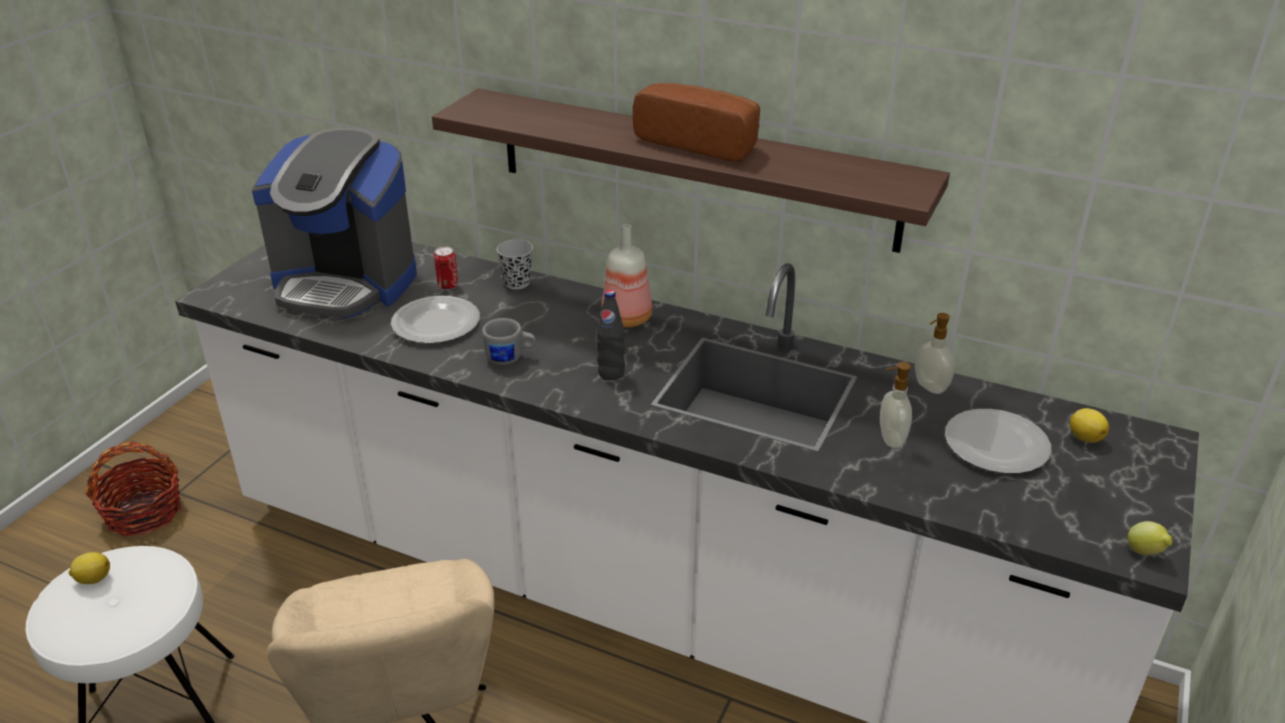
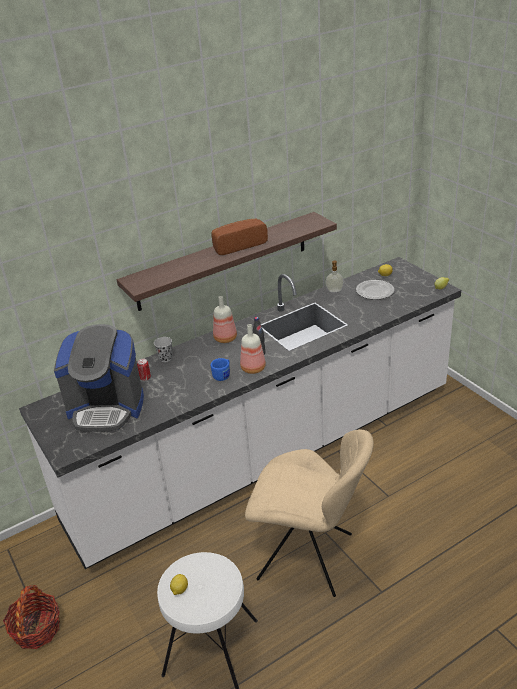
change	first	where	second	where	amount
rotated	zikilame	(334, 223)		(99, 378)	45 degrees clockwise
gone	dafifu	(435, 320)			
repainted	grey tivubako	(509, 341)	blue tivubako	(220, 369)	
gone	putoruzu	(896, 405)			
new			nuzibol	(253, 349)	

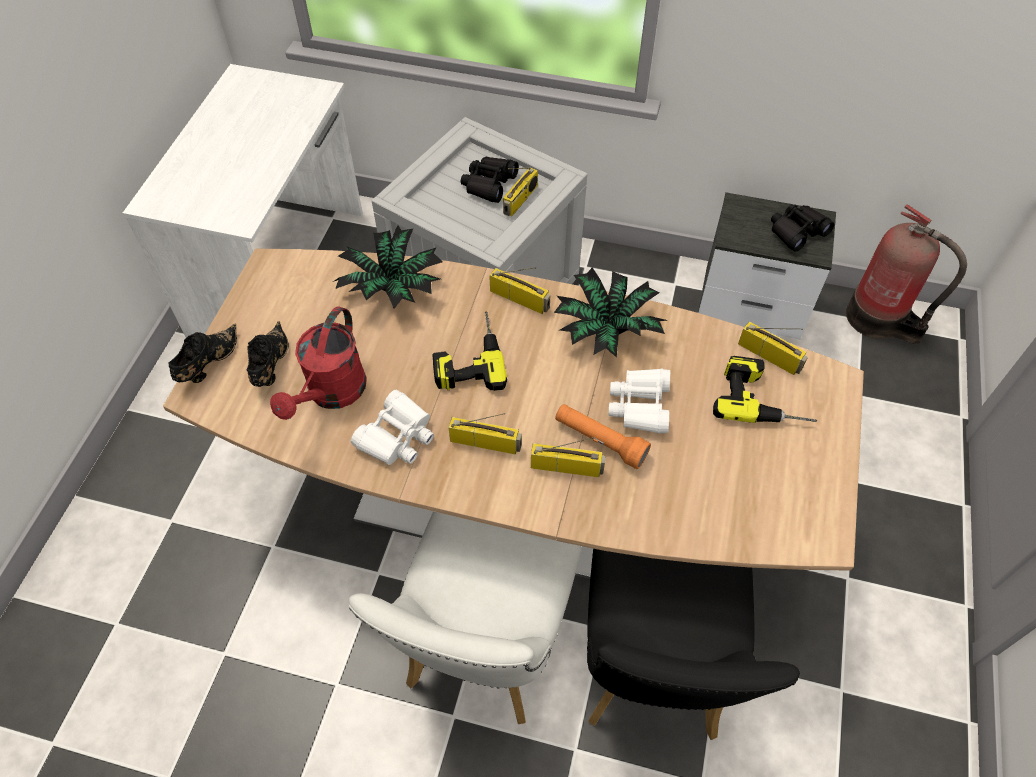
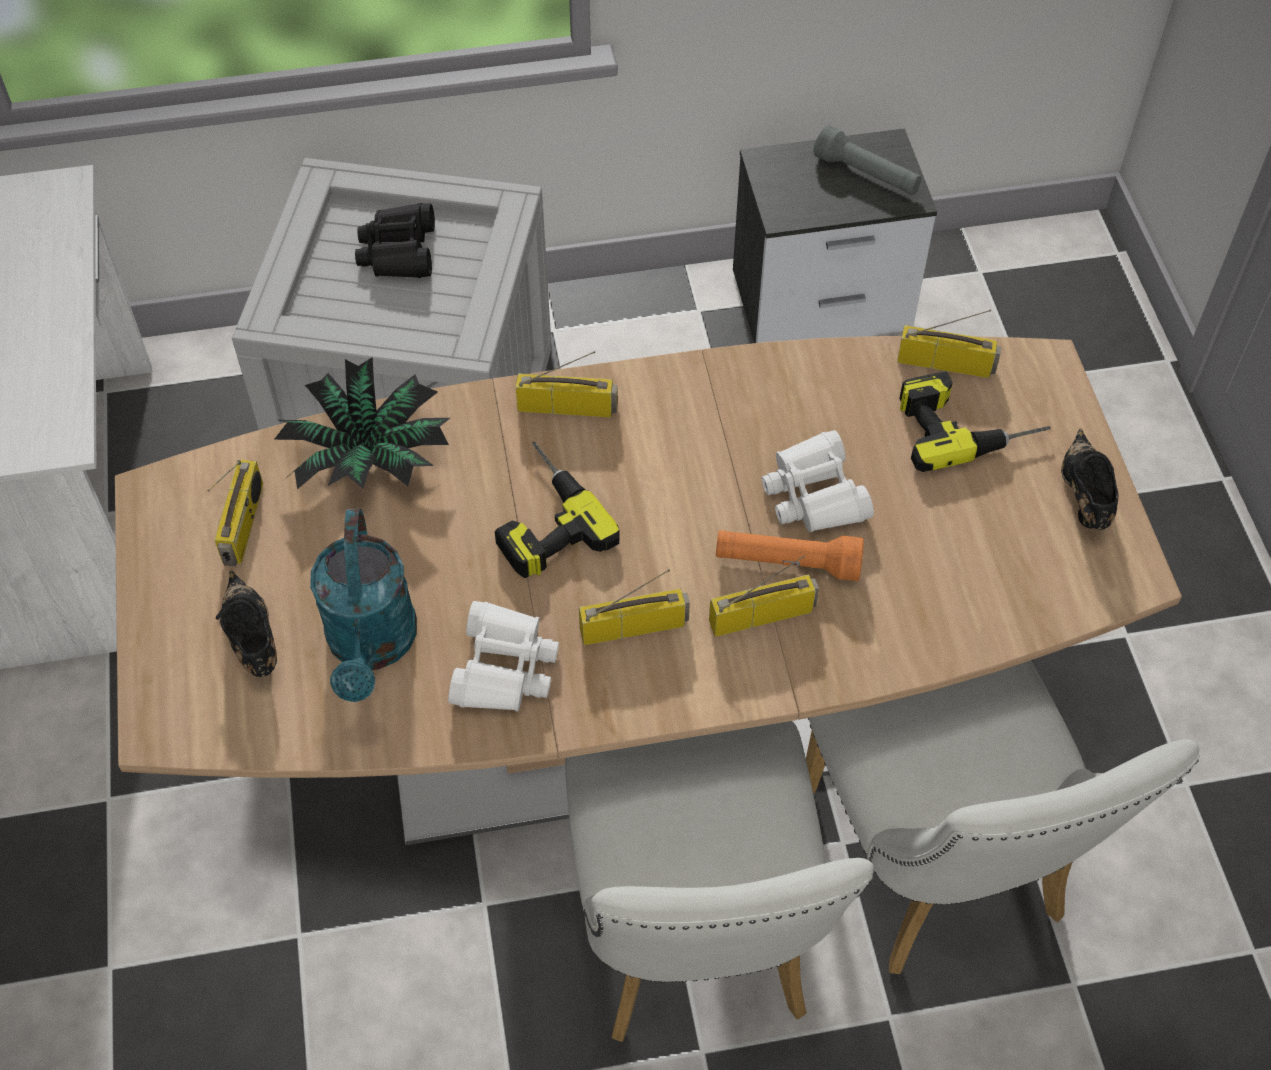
change	first	where	second	where	amount
shifted	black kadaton	(202, 353)		(1090, 479)	
repainted	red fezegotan	(318, 363)	turquoise fezegotan	(363, 605)	
shifted	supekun	(520, 191)		(235, 513)	
gone	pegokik	(611, 312)			
repainted	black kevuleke	(693, 644)	white kevuleke	(1002, 817)	
swapped	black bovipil	(803, 228)	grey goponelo	(868, 160)	
gone	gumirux	(906, 274)			

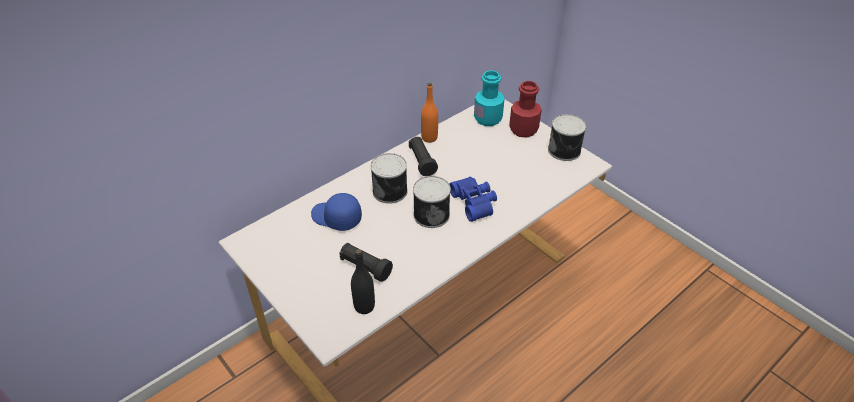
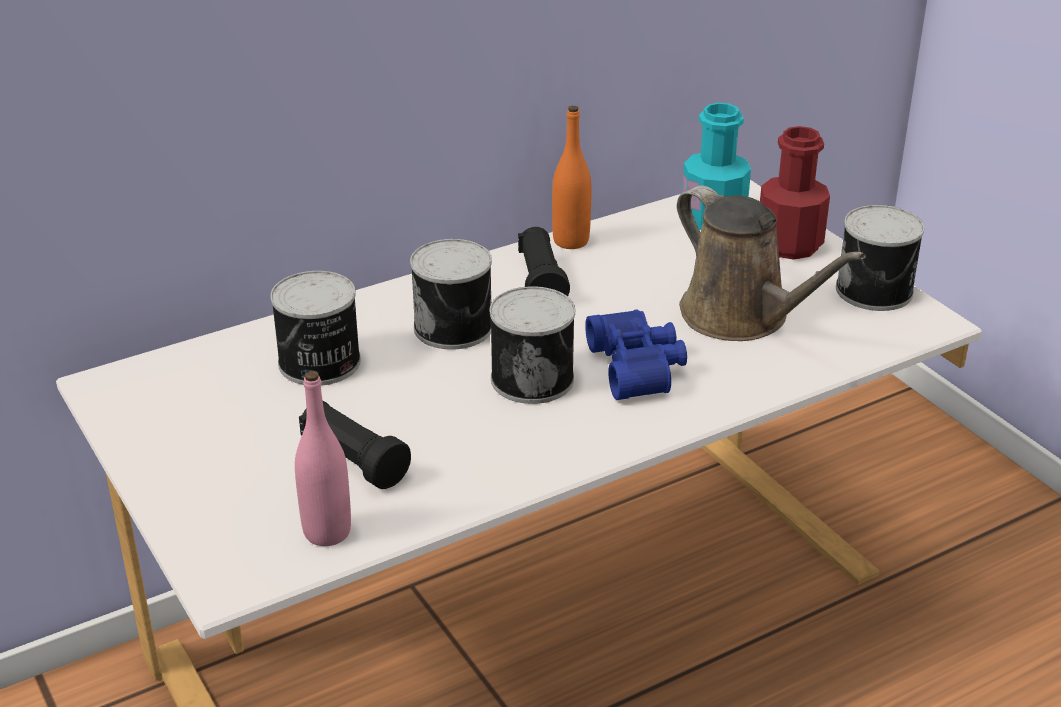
change	first	where	second	where	amount
swapped	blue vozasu	(336, 212)	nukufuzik	(315, 328)	
repainted	black nuzibol	(363, 281)	pink nuzibol	(323, 458)	
new			brown fezegotan	(771, 263)	

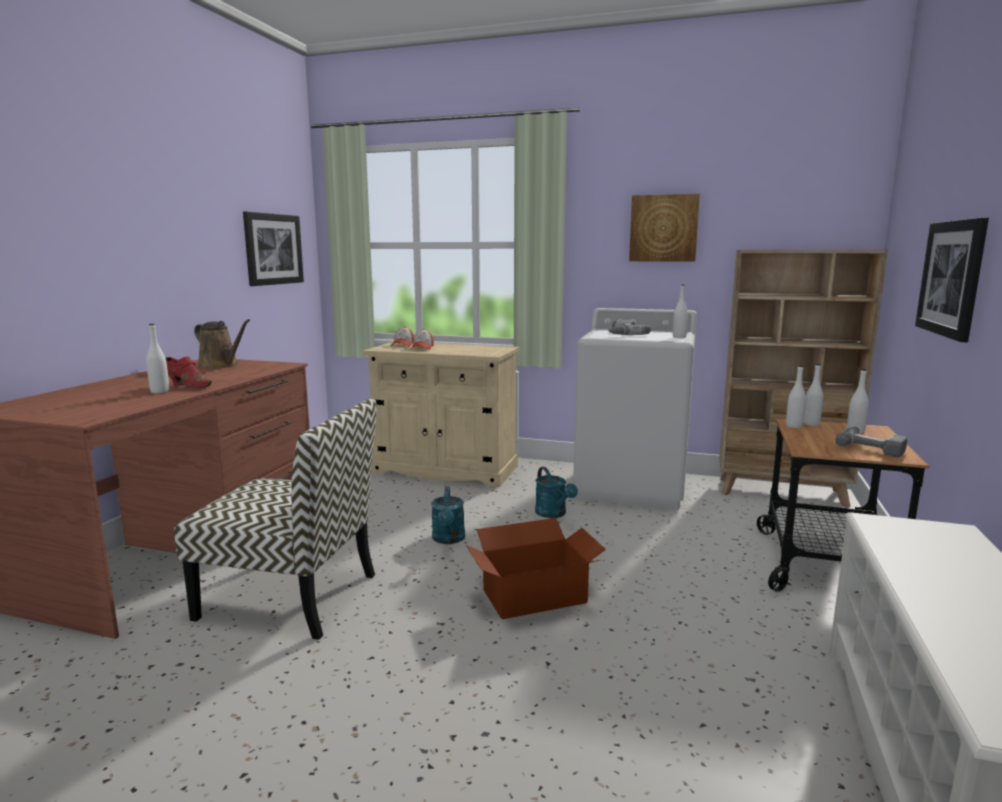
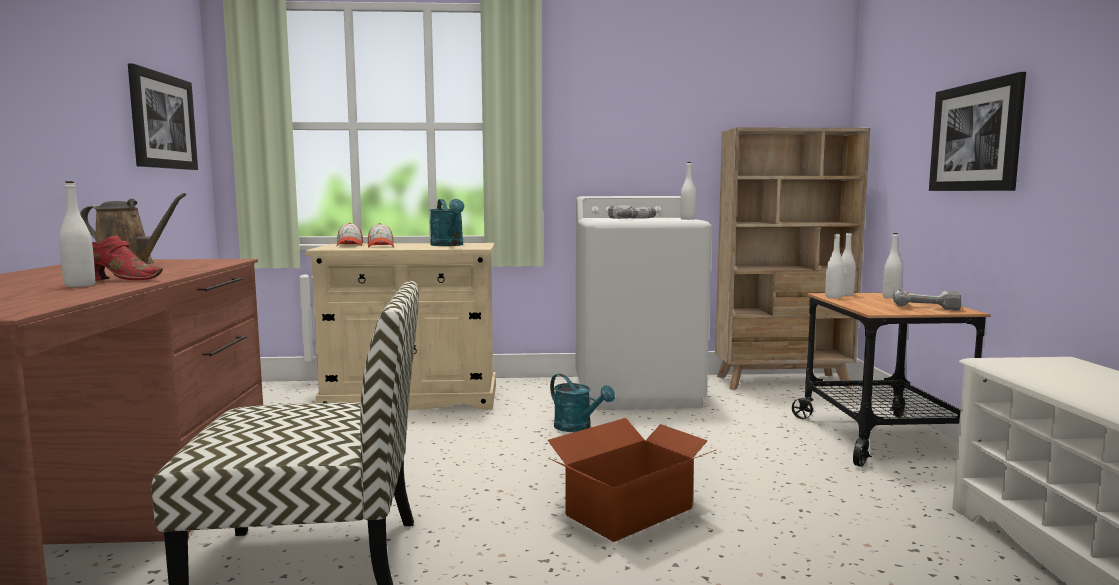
change	first	where	second	where	amount
shifted	turquoise fezegotan	(448, 515)		(447, 222)	
gone	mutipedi	(664, 228)			

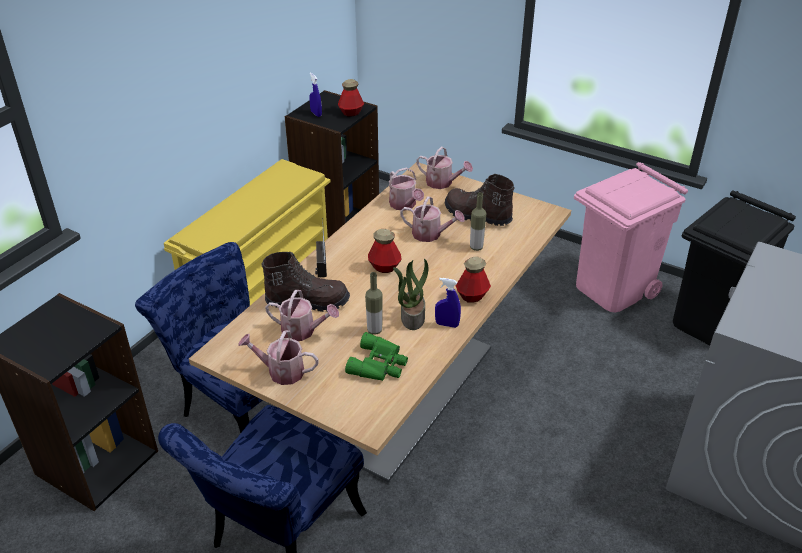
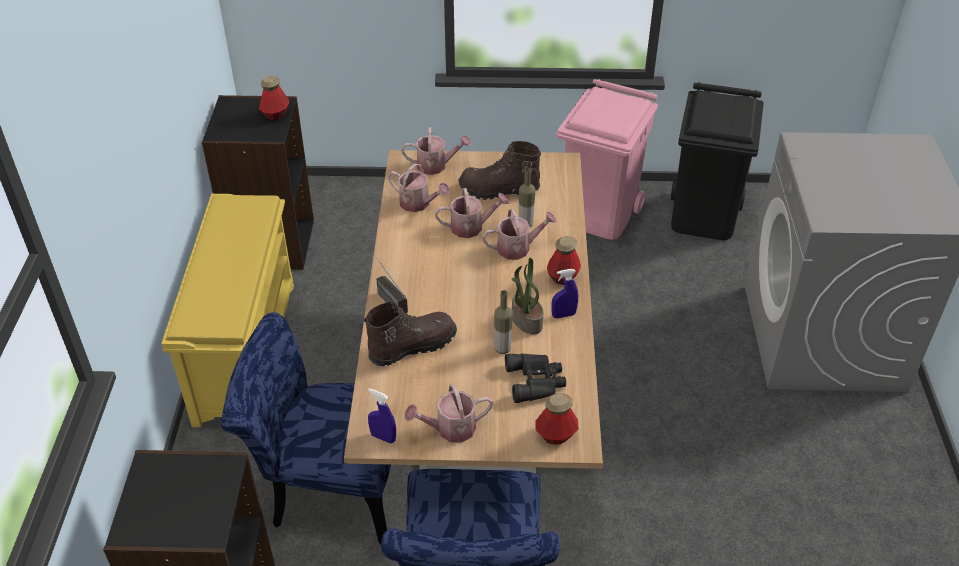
change	first	where	second	where	amount
shifted	fezegotan	(302, 315)		(519, 234)	
shifted	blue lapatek	(315, 94)		(382, 415)	
repainted	green bovipil	(376, 356)	black bovipil	(535, 378)	
shifted	nuzibol	(385, 251)		(556, 419)	

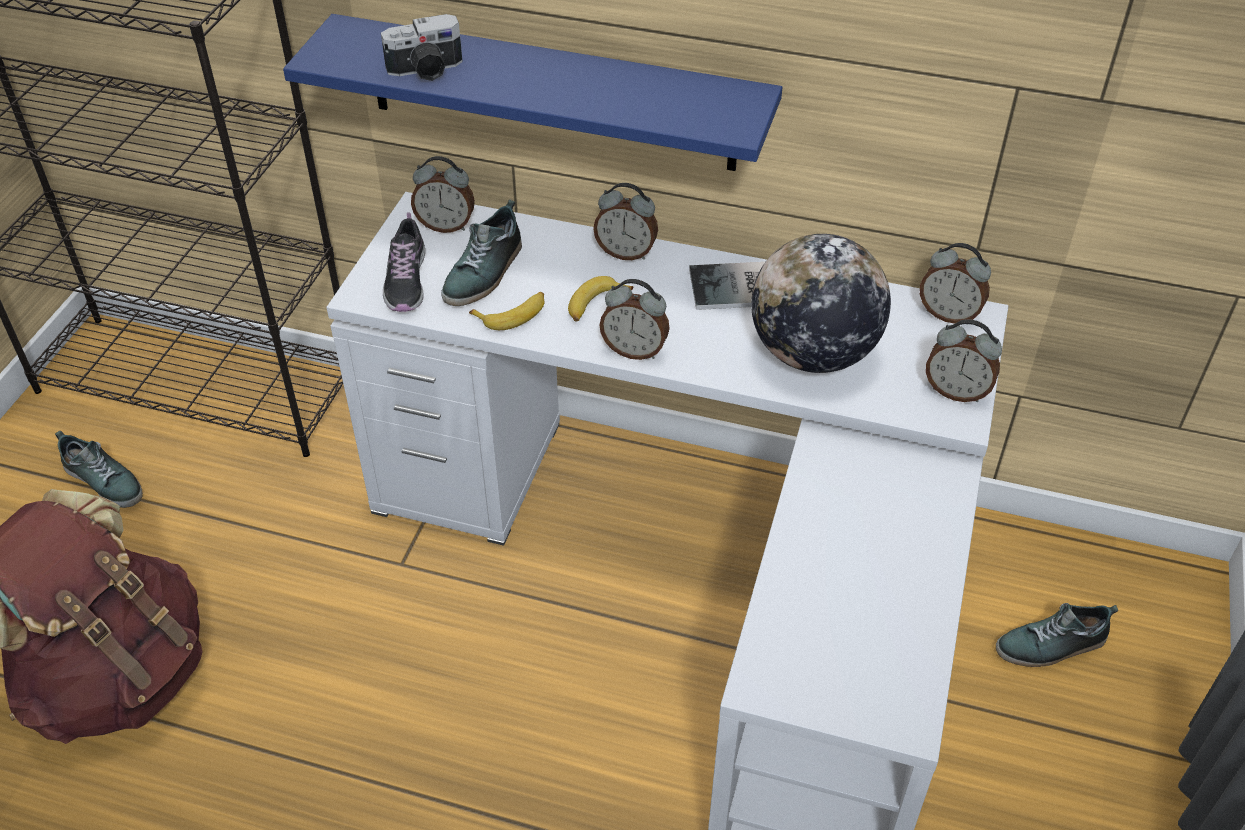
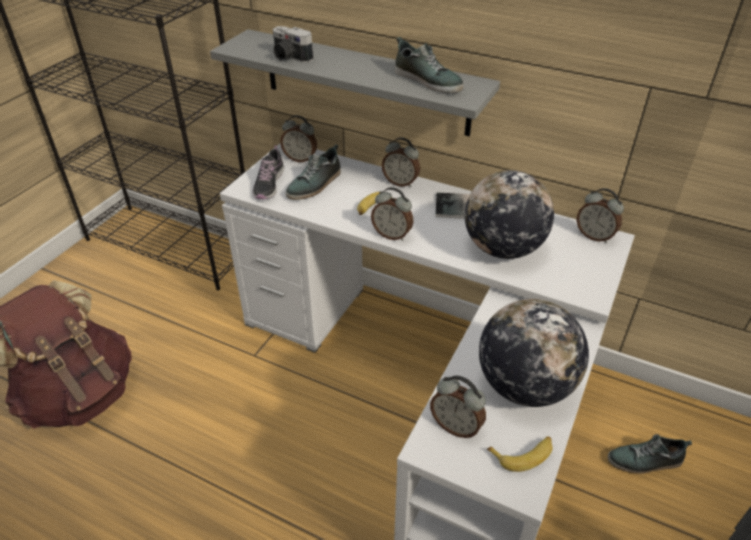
change	first	where	second	where	amount
shifted	kadaton	(99, 469)		(429, 65)	
repainted	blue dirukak	(533, 92)	grey dirukak	(355, 82)	
rotated	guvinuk	(422, 47)		(293, 44)	45 degrees clockwise
shifted	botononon	(507, 311)		(520, 454)	
shifted	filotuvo	(964, 360)		(458, 407)	
new			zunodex	(534, 353)	

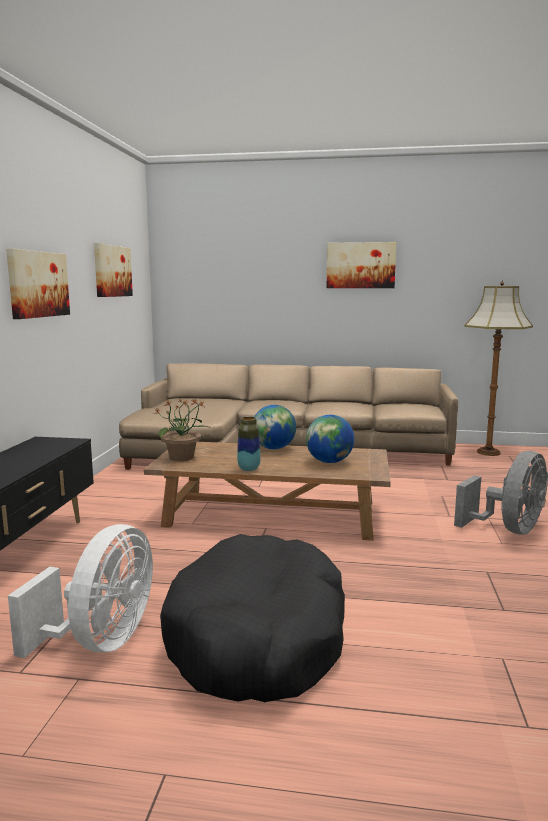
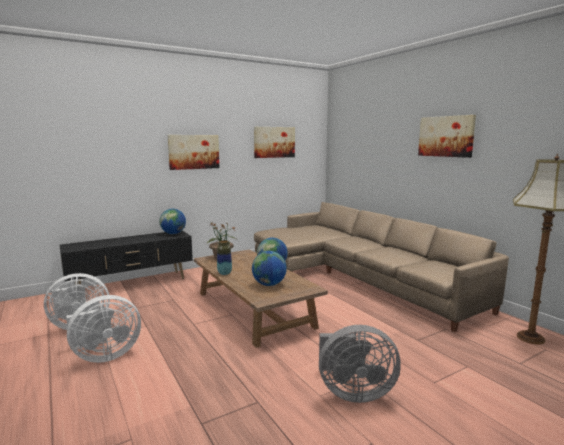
change	first	where	second	where	amount
swapped	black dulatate	(252, 618)	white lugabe	(103, 329)	
new			zunodex	(172, 221)	

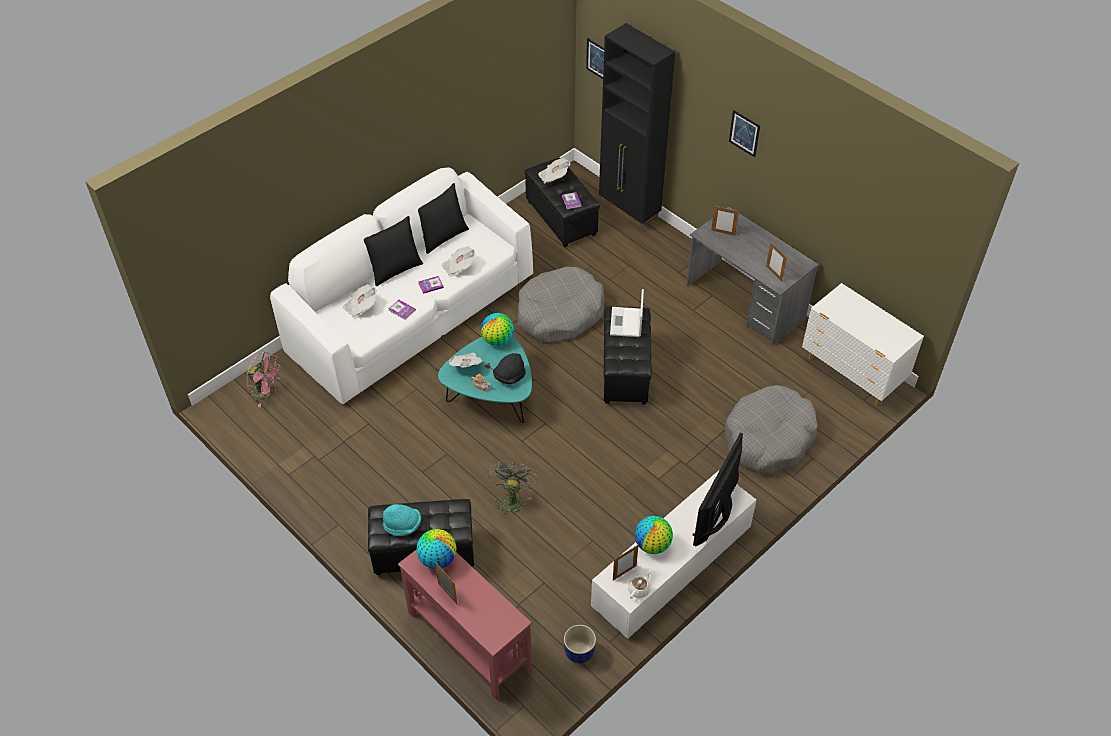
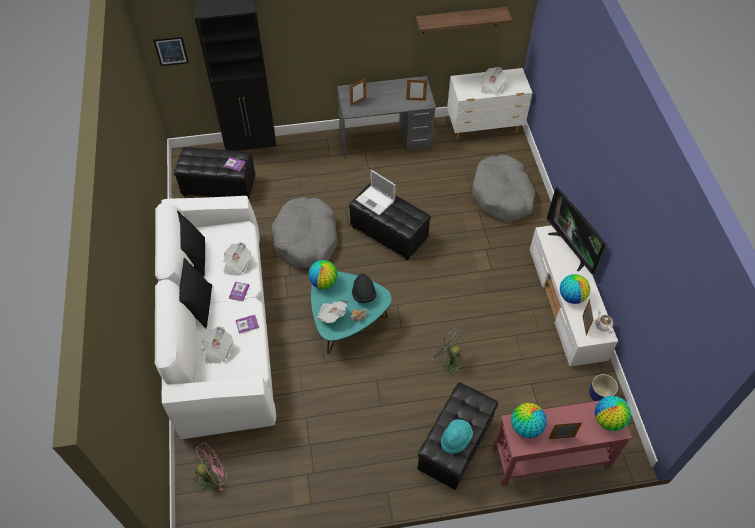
change	first	where	second	where	amount
shifted	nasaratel	(554, 171)		(494, 81)	
gone	mutipedi	(744, 133)			
new			dirukak	(464, 20)	
new			zunodex	(613, 413)	

